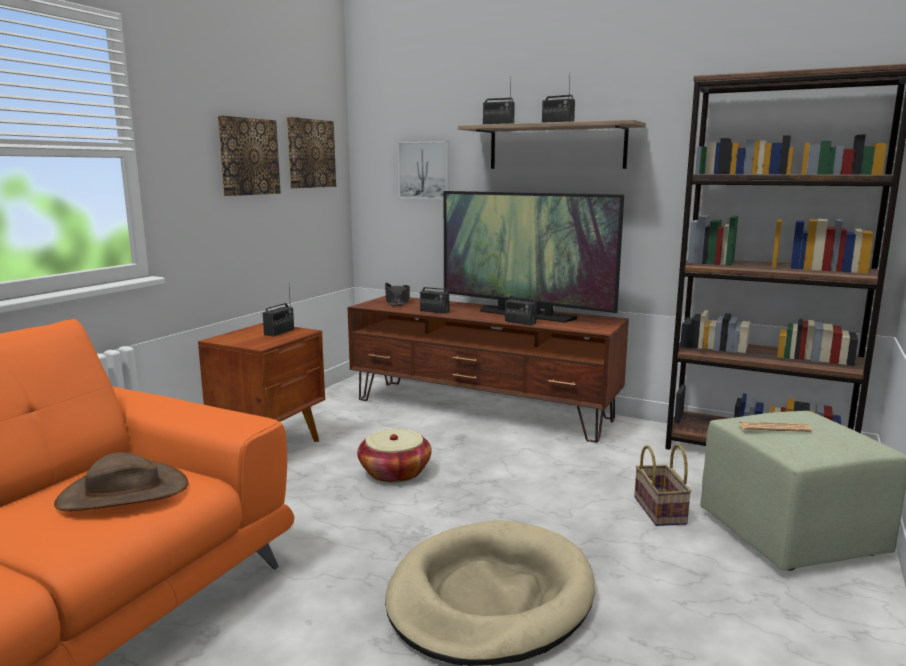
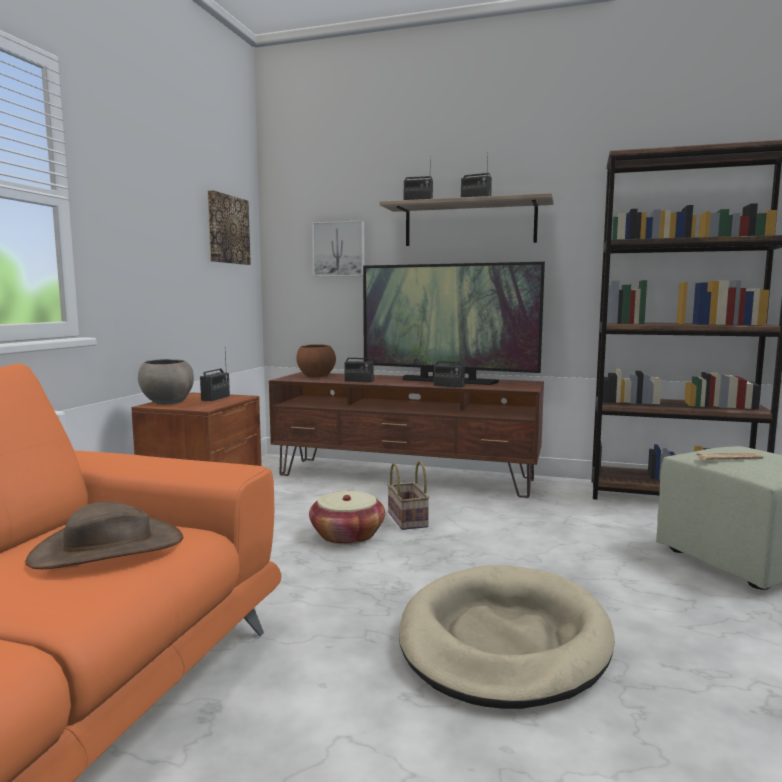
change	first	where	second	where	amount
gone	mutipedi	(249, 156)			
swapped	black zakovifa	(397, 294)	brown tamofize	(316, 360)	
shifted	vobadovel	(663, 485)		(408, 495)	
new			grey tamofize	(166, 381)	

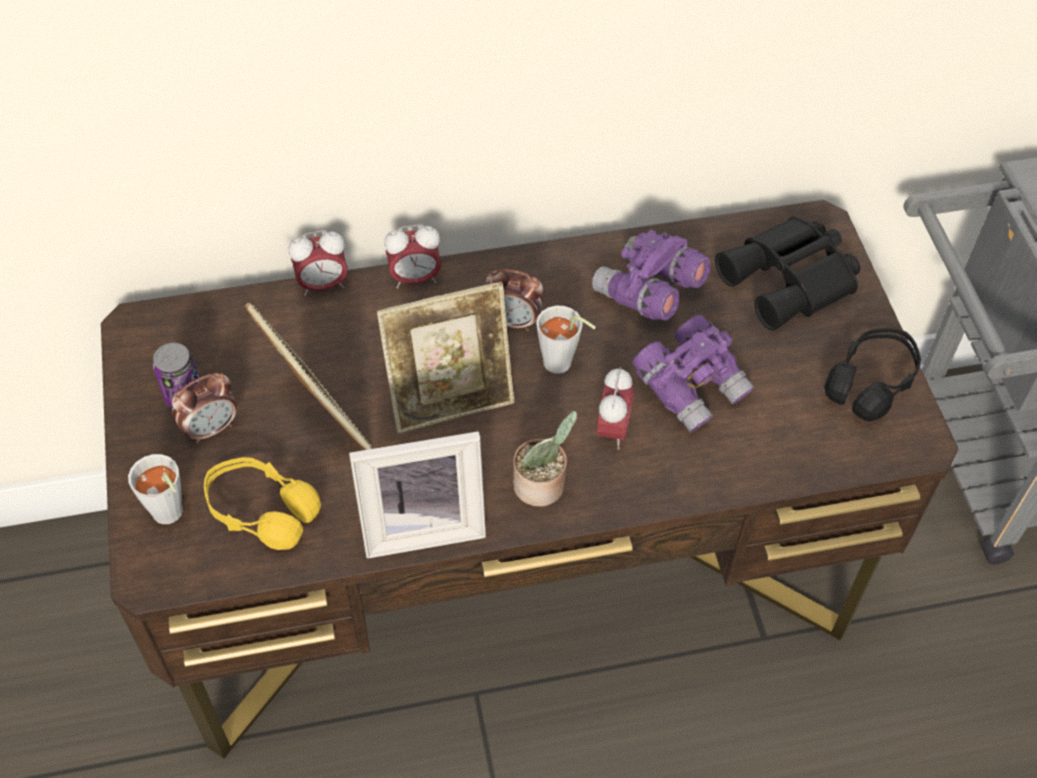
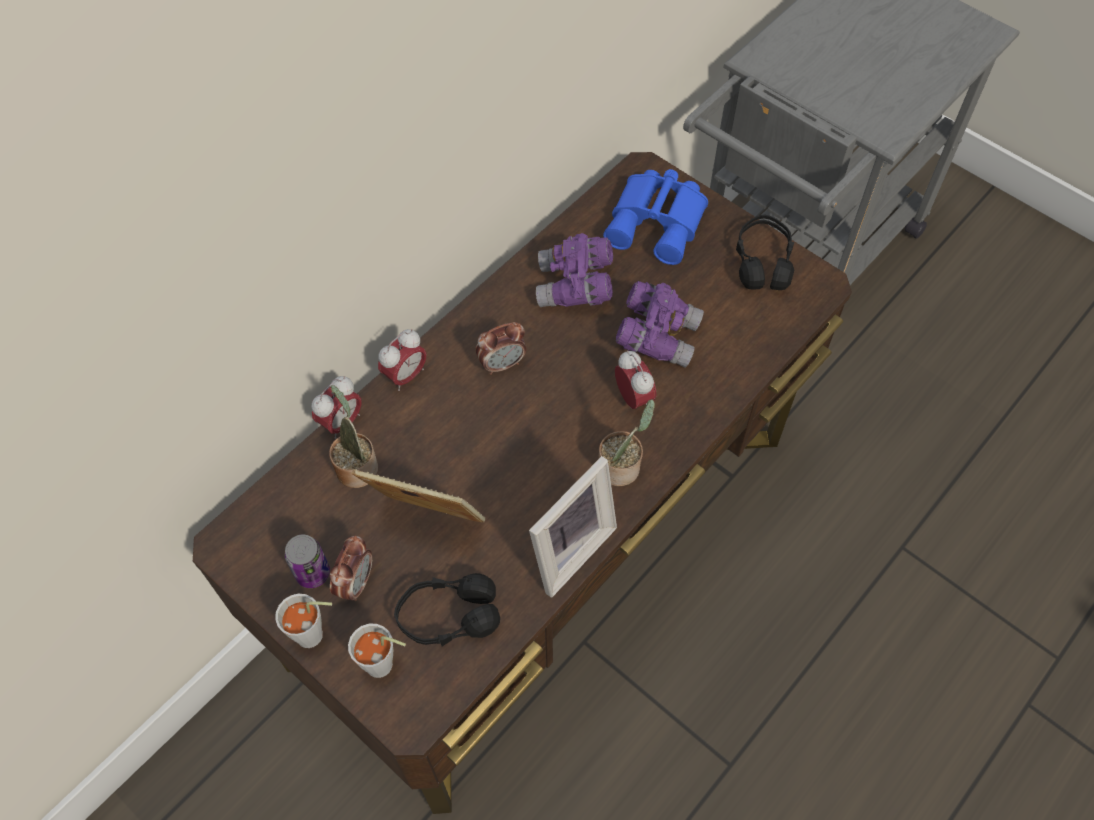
change	first	where	second	where	amount
repainted	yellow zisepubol	(262, 503)	black zisepubol	(447, 609)	
gone	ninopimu	(445, 358)			
shifted	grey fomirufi	(566, 340)		(303, 621)	
repainted	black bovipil	(787, 273)	blue bovipil	(655, 217)	
new			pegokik	(353, 436)	

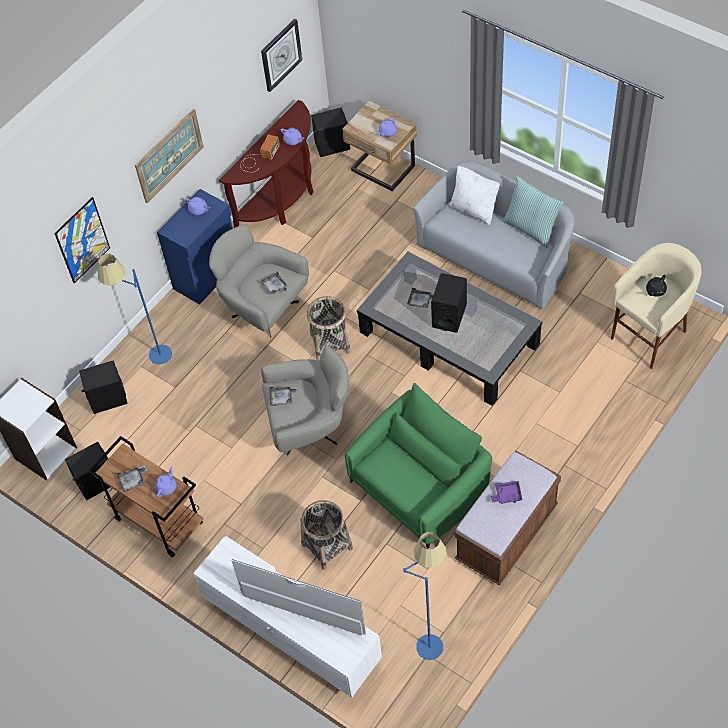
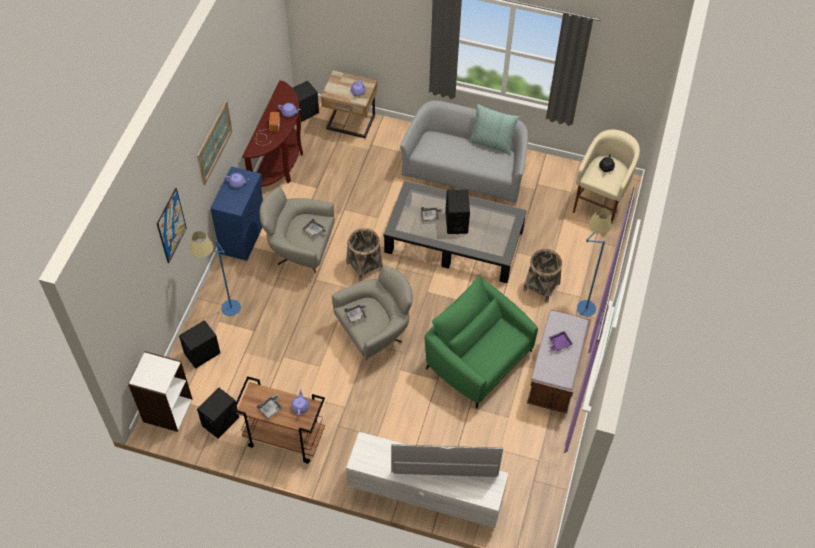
change	first	where	second	where	amount
gone	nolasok	(281, 55)			
shifted	vobadovel	(327, 535)		(542, 275)	
rotated	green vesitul	(418, 466)		(481, 341)	75 degrees counterclockwise
shifted	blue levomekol	(425, 596)		(594, 262)	
gone	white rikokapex	(474, 195)			

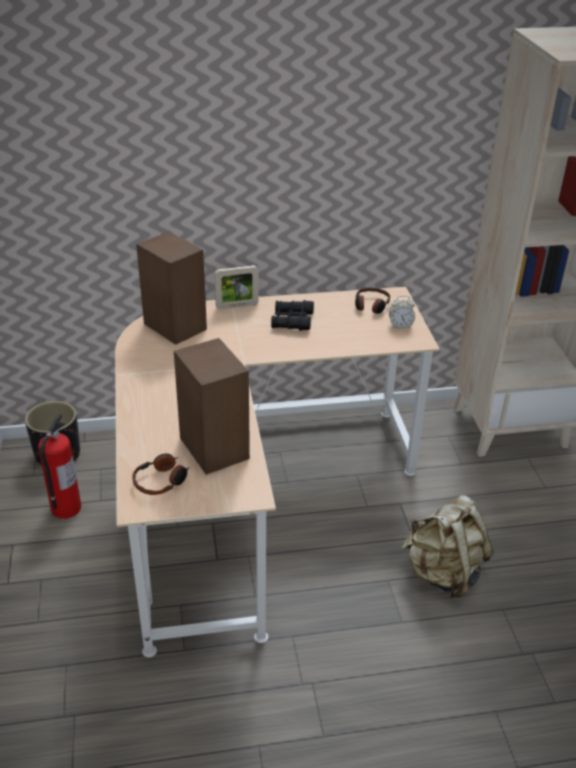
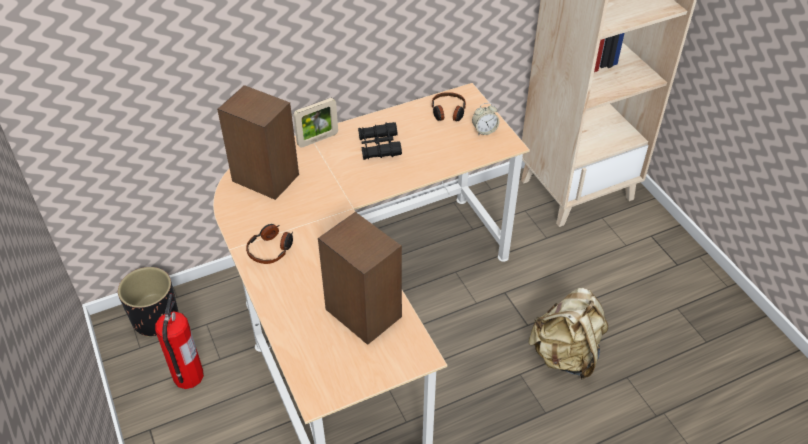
change	first	where	second	where	amount
shifted	zisepubol	(161, 474)		(269, 244)	

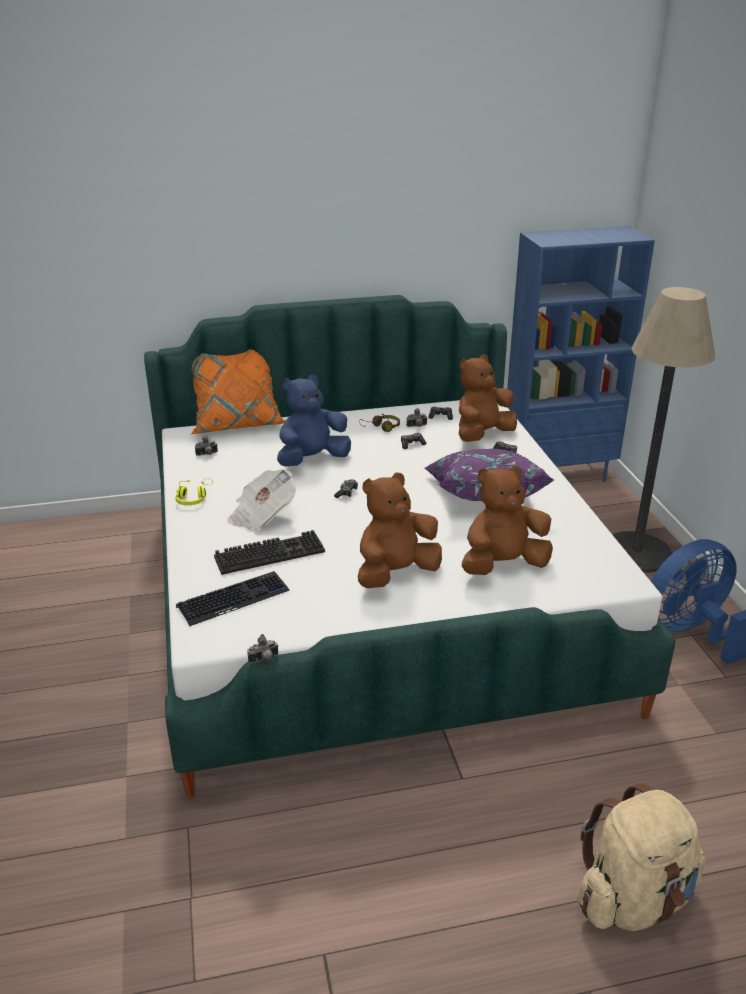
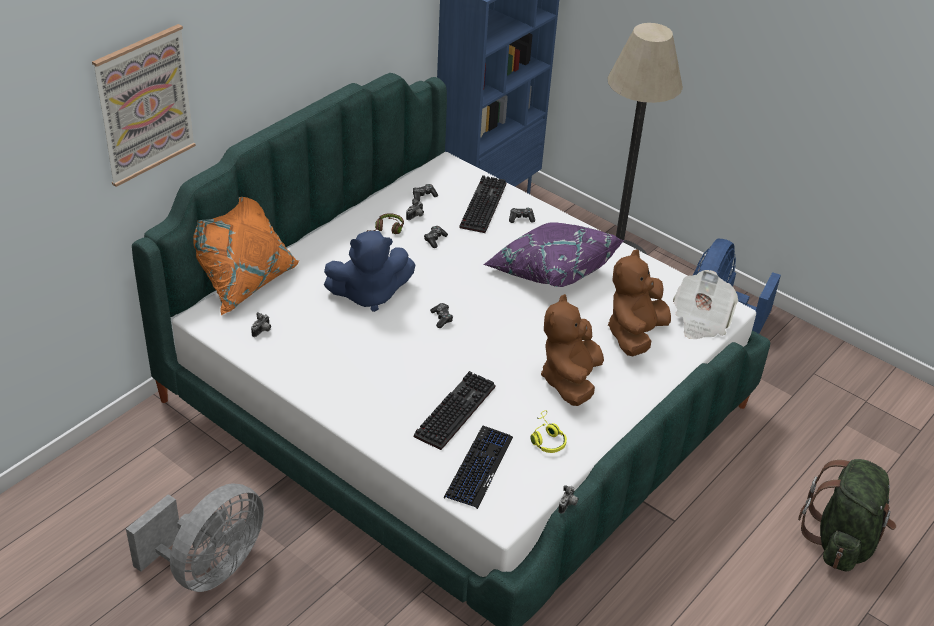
change	first	where	second	where	amount
shifted	yellow zisepubol	(194, 491)		(548, 431)	
shifted	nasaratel	(261, 499)		(705, 304)	
rotated	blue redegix	(314, 421)		(369, 271)	120 degrees counterclockwise
swapped	brown redegix	(488, 398)	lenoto	(482, 204)	
repainted	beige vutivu	(641, 857)	green vutivu	(847, 515)	
new			mutipedi	(144, 105)	
new			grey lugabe	(195, 537)	

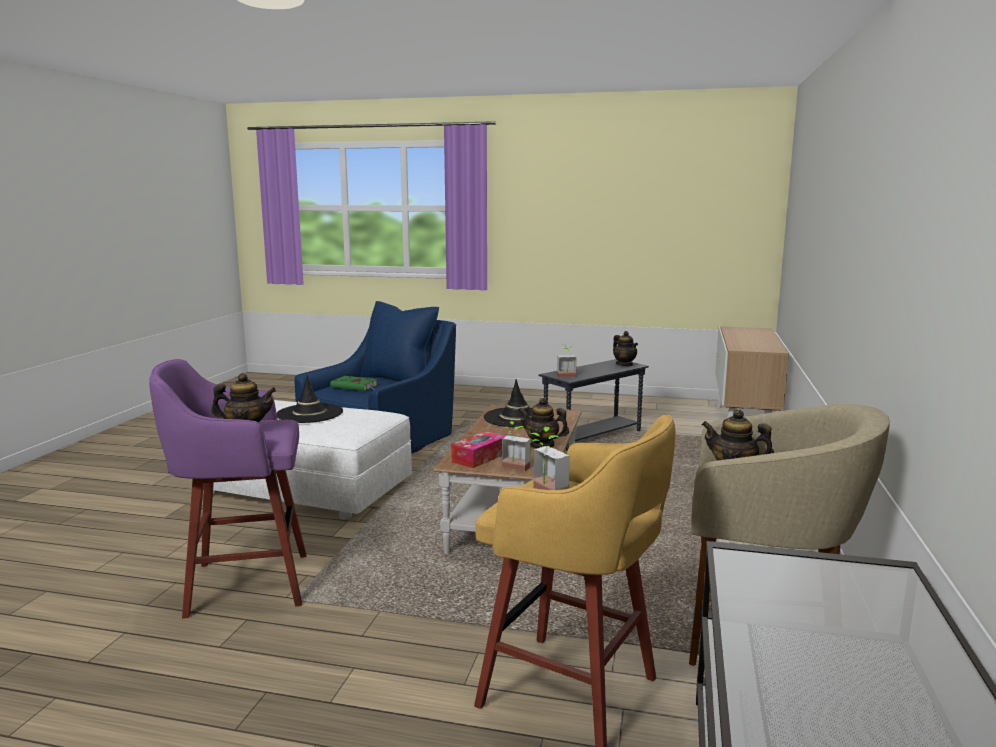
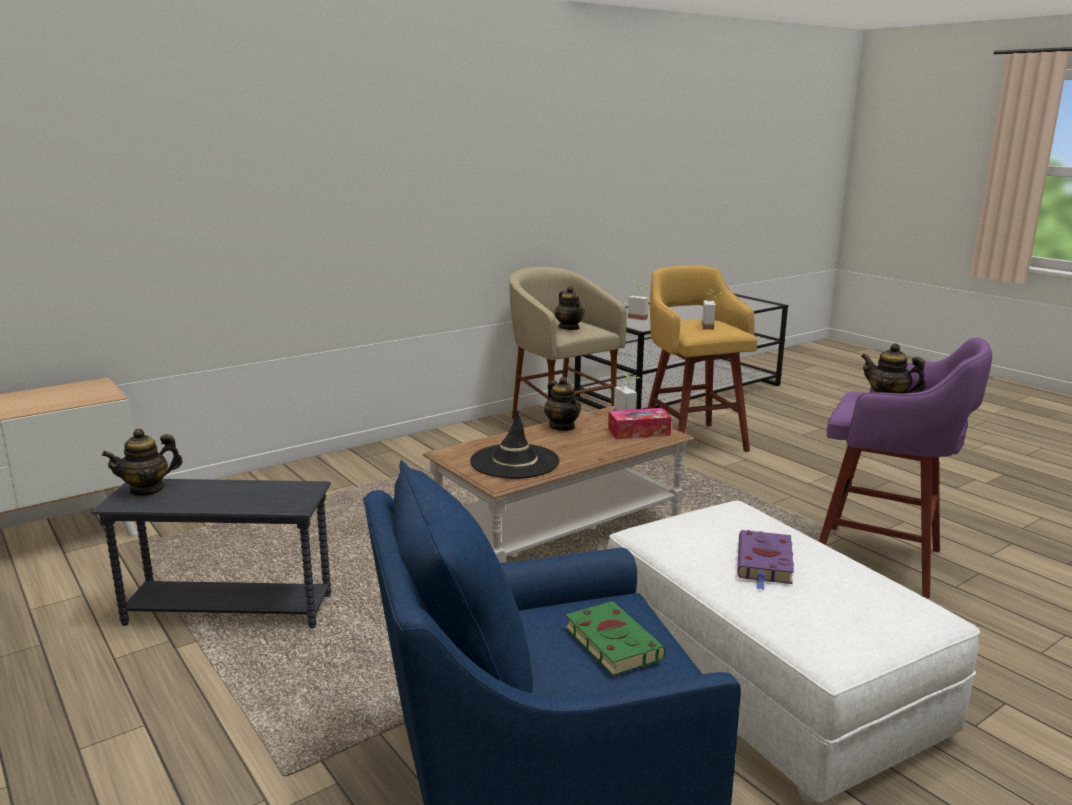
change	first	where	second	where	amount
swapped	black zakovifa	(310, 399)	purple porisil	(765, 560)	
shifted	pegokik	(567, 361)		(638, 302)	
rotated	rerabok	(625, 348)		(142, 462)	135 degrees counterclockwise

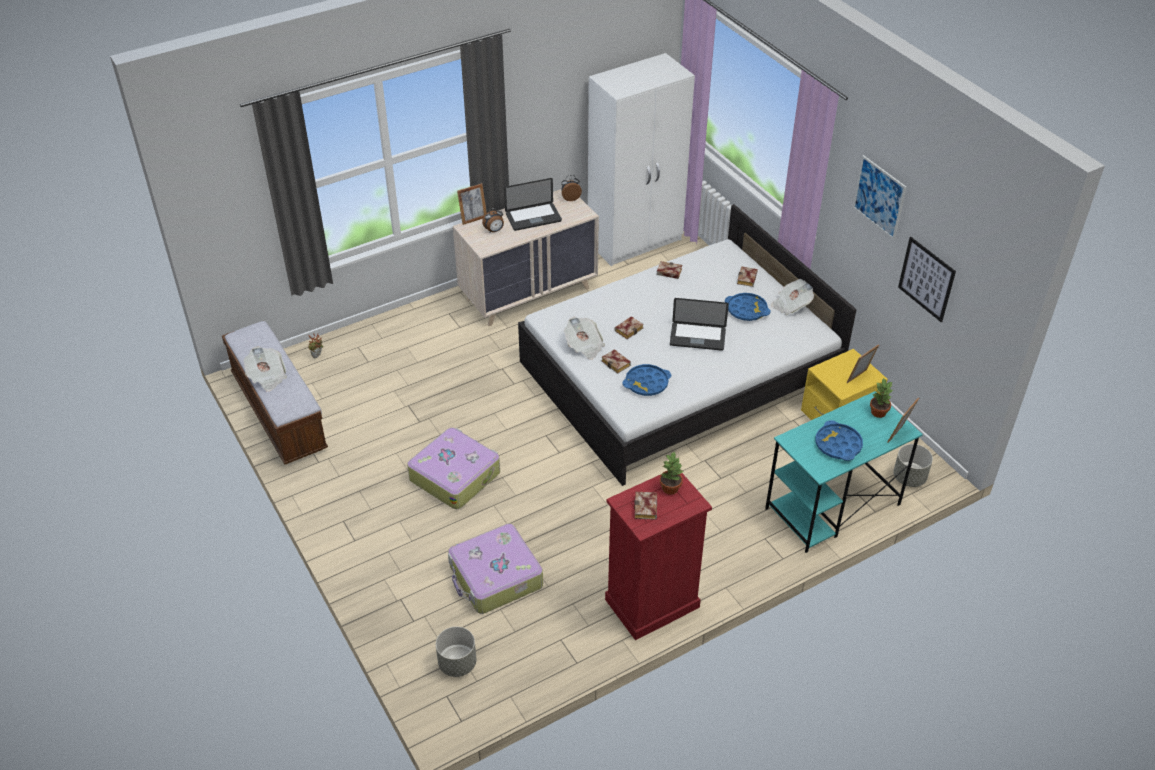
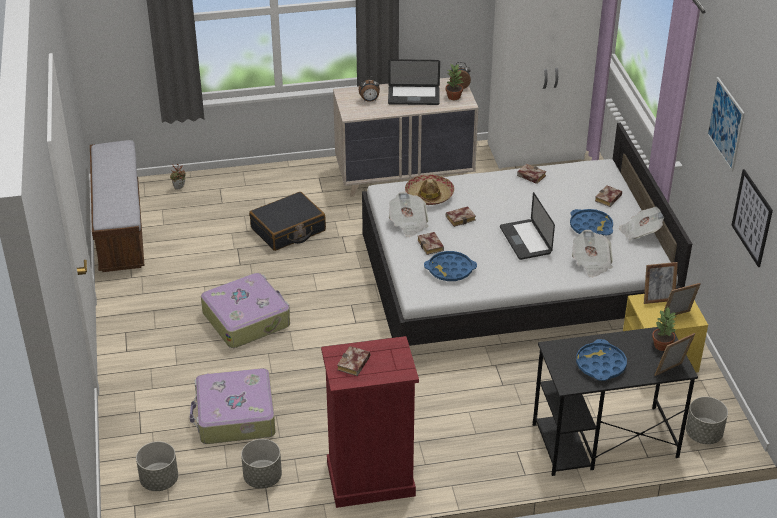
change	first	where	second	where	amount
shifted	nasaratel	(265, 369)		(592, 254)	
shifted	ninopimu	(472, 204)		(661, 283)	
shifted	pegokik	(672, 473)		(454, 82)	
rotated	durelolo	(699, 324)		(527, 226)	45 degrees clockwise
repainted	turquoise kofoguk	(844, 472)	black kofoguk	(615, 401)	
new			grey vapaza	(261, 464)	
new			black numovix	(287, 221)	
new			zakovifa	(429, 190)	

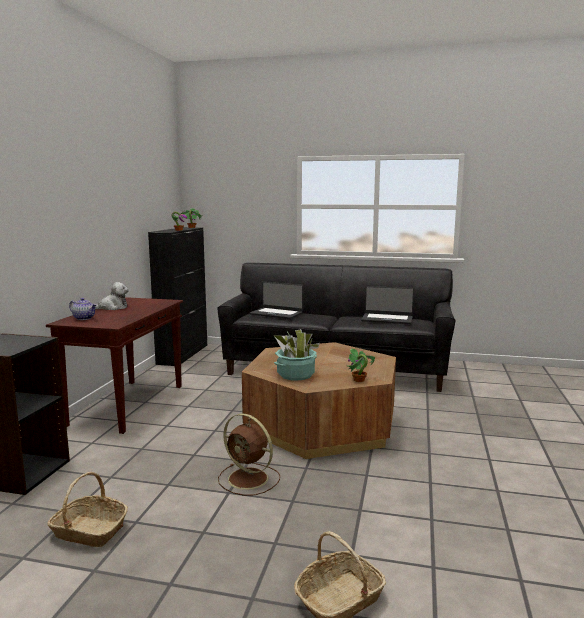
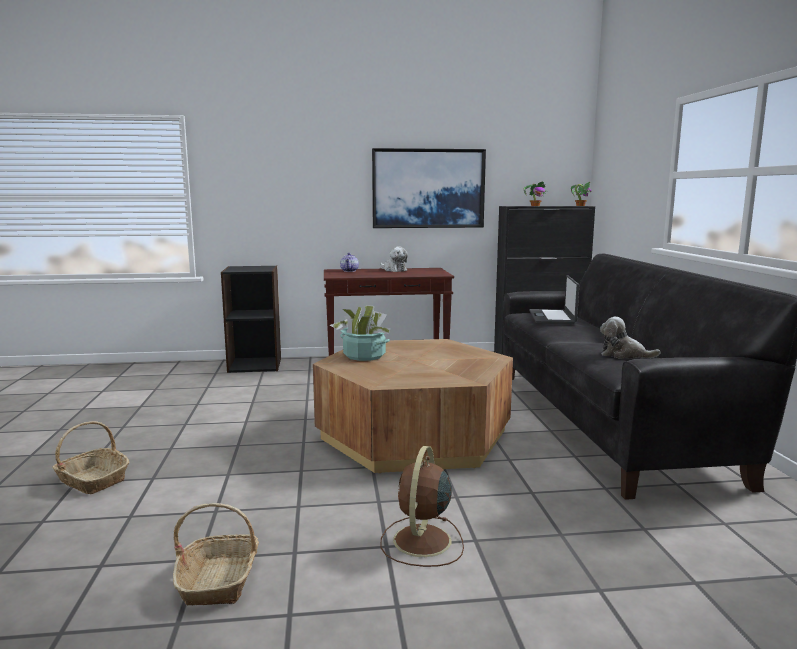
change	first	where	second	where	amount
shifted	vobadovel	(87, 509)		(216, 554)	
shifted	brown lugabe	(249, 455)		(422, 506)	
gone	pegokik	(361, 365)			
swapped	durelolo	(387, 305)	redegix	(630, 338)	
new			mutipedi	(429, 188)	

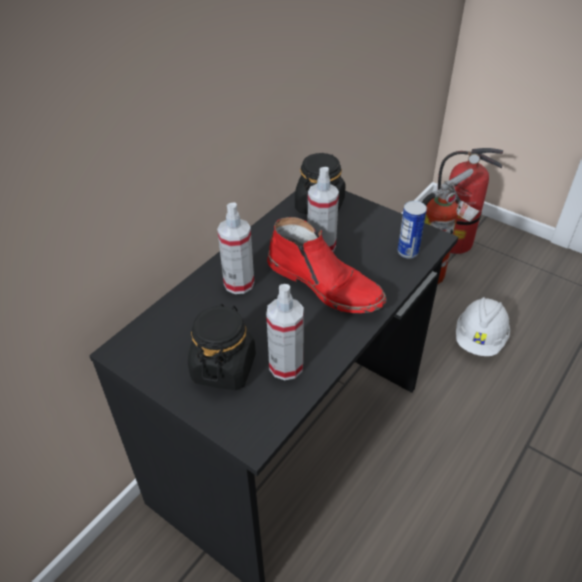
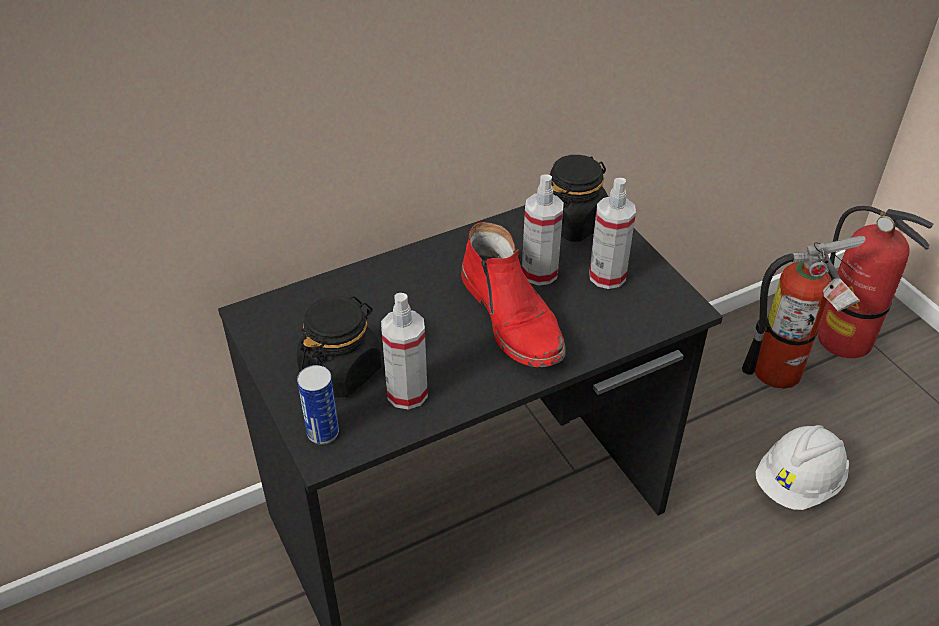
change	first	where	second	where	amount
shifted	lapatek	(235, 248)		(612, 233)	
shifted	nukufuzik	(412, 230)		(318, 405)	

